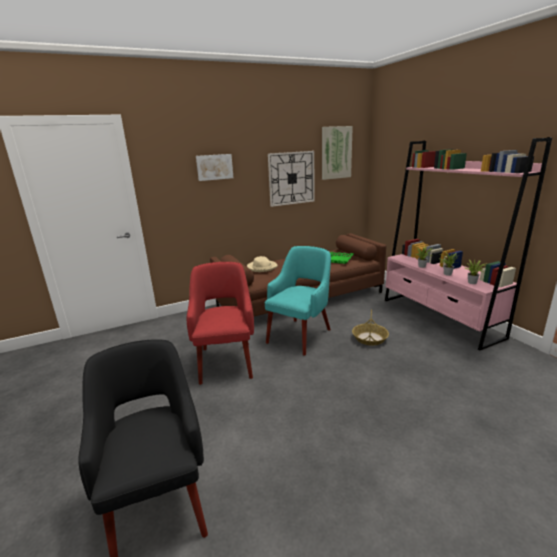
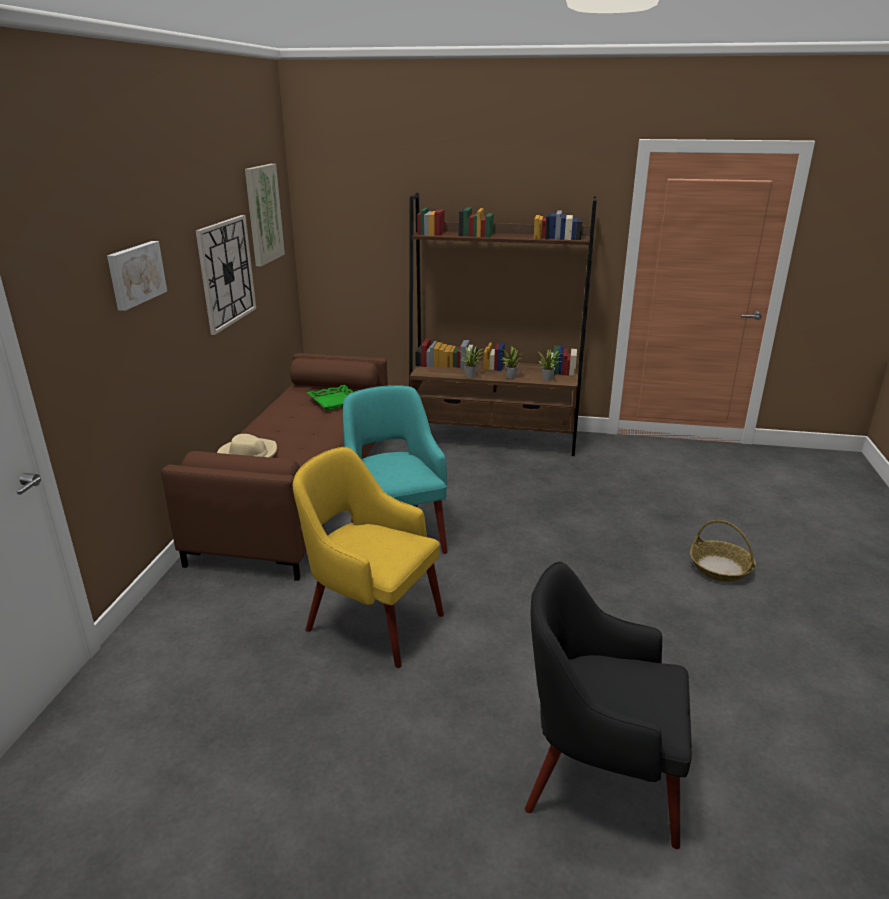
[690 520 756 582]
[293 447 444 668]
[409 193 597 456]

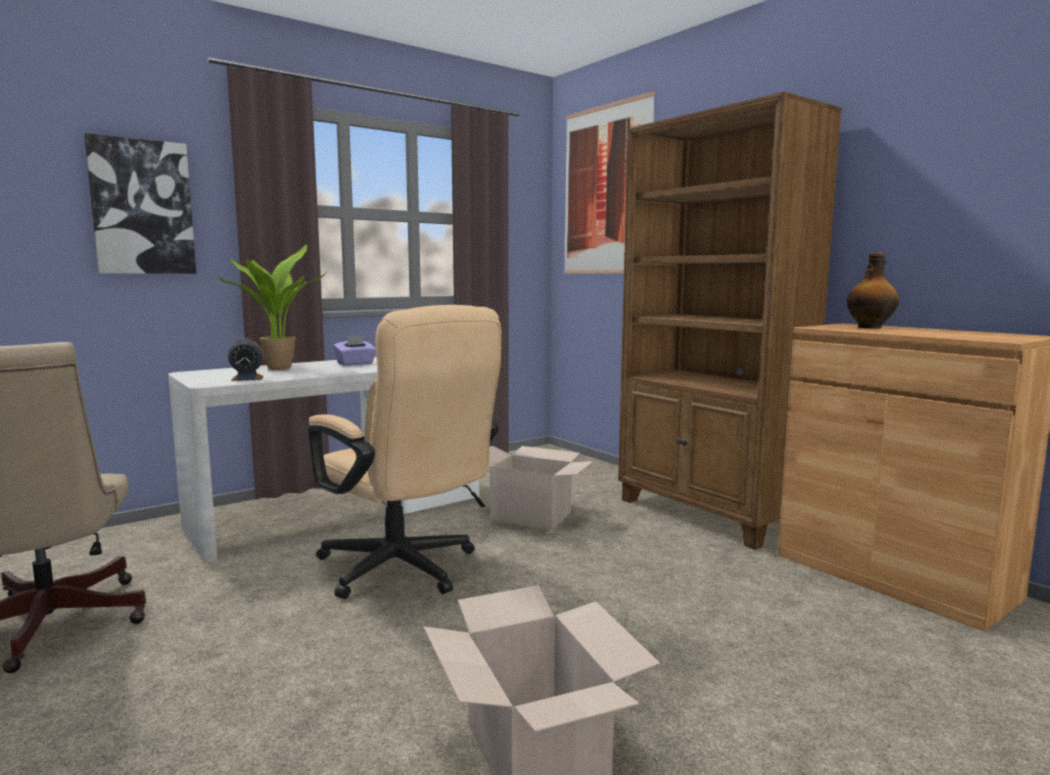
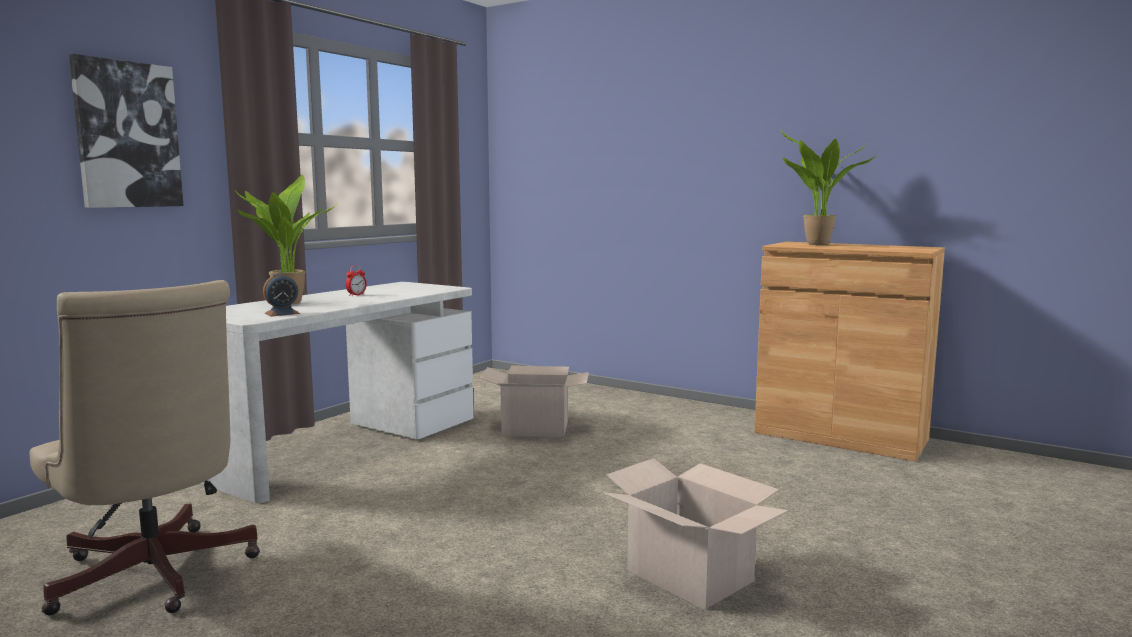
[308 305 501 599] (first image)
[564 92 655 273] (first image)
[618 92 842 550] (first image)
[346 266 367 296]
[779 128 876 245]

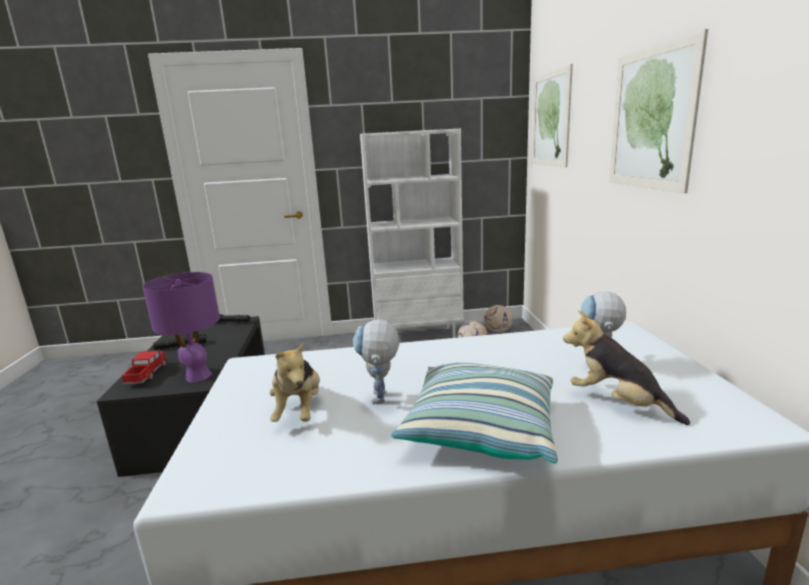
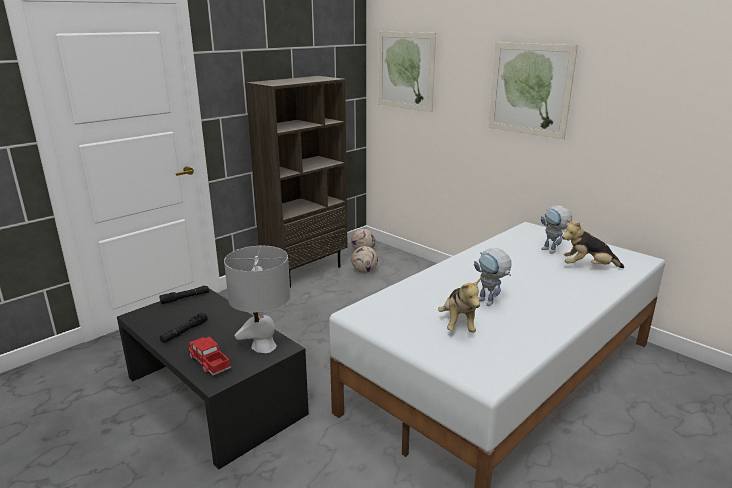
[391 363 558 463] (first image)
[224 246 290 353]
[245 76 348 288]
[438 279 480 333]

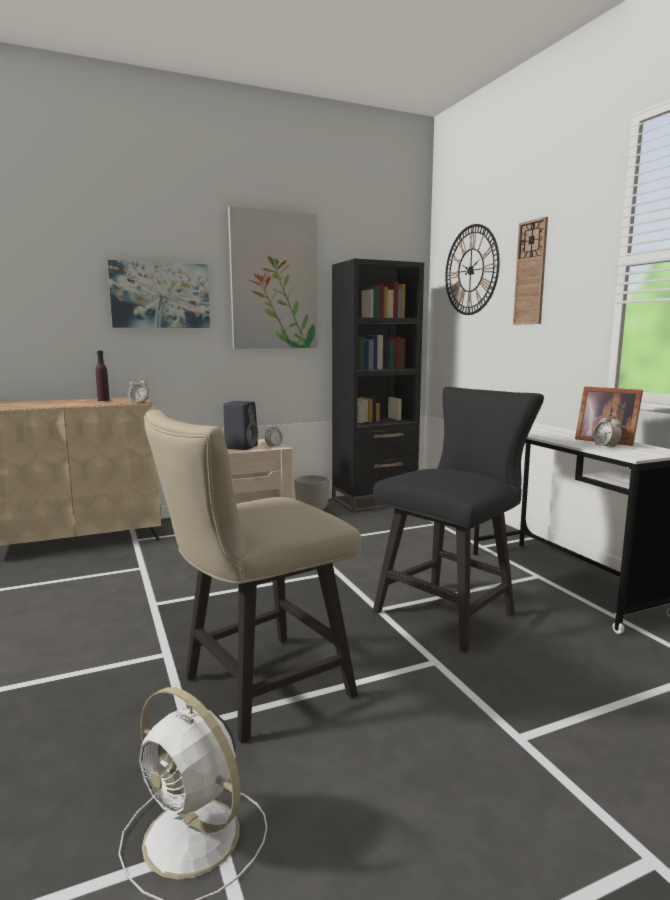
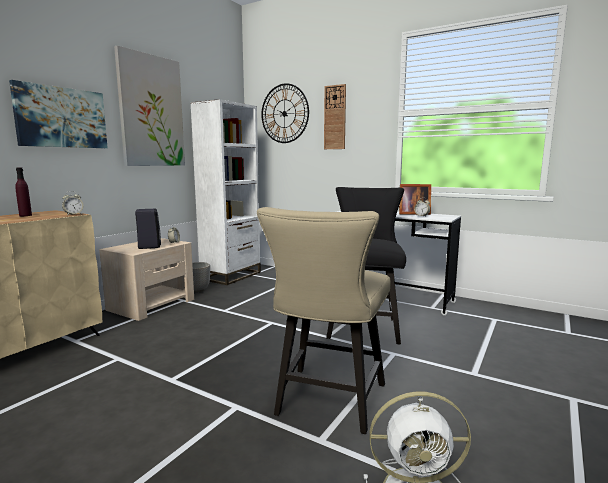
[190 99 261 285]

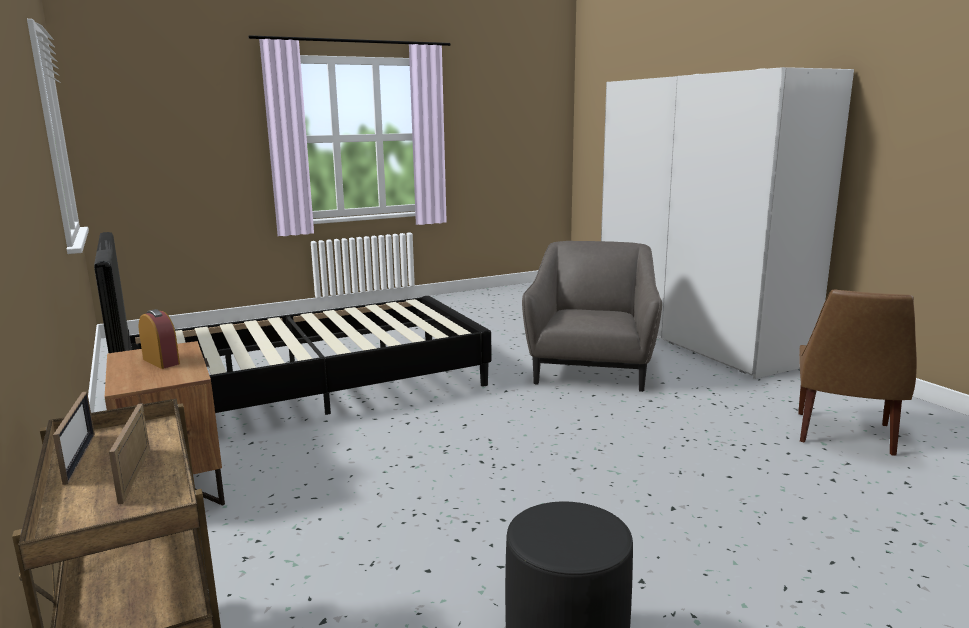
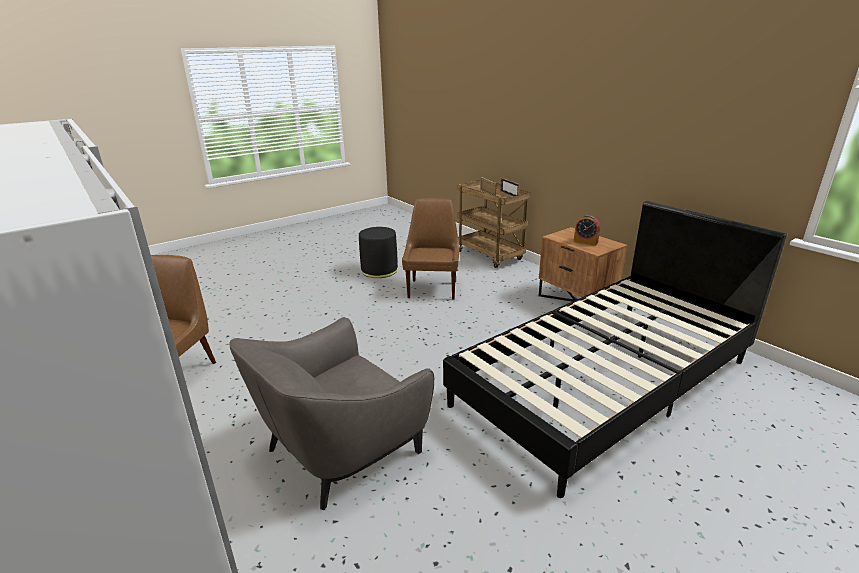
[402 198 459 300]
[230 317 434 510]

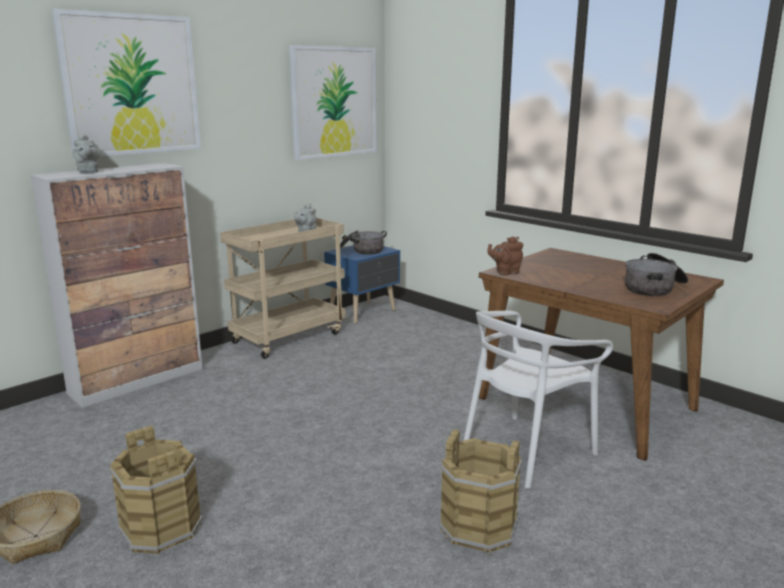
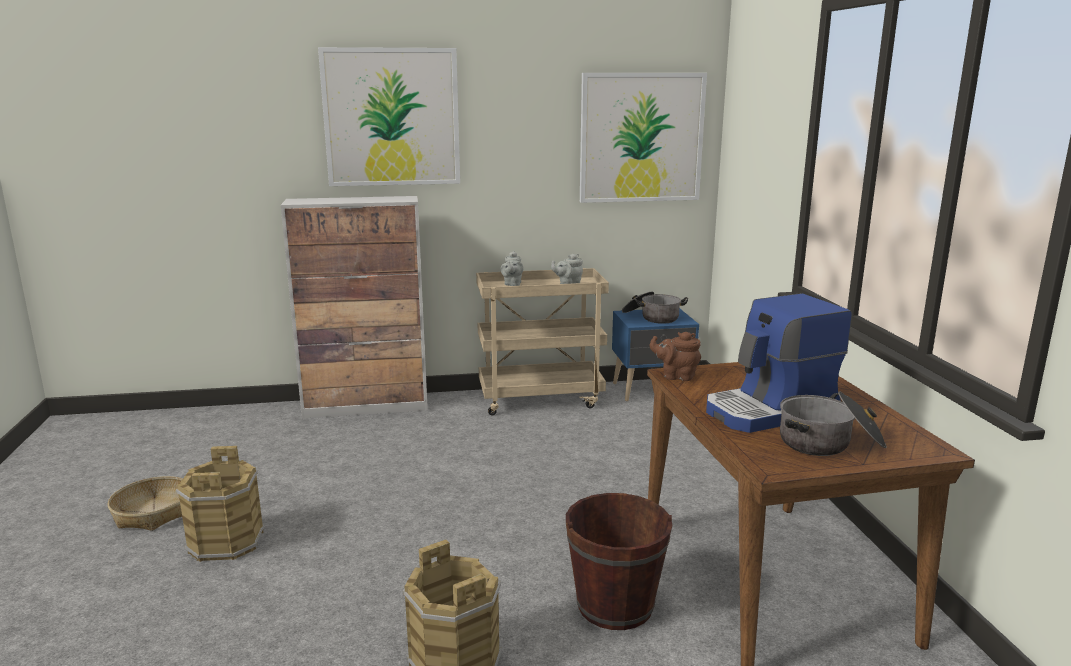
[706 293 852 433]
[500 251 524 286]
[566 493 672 630]

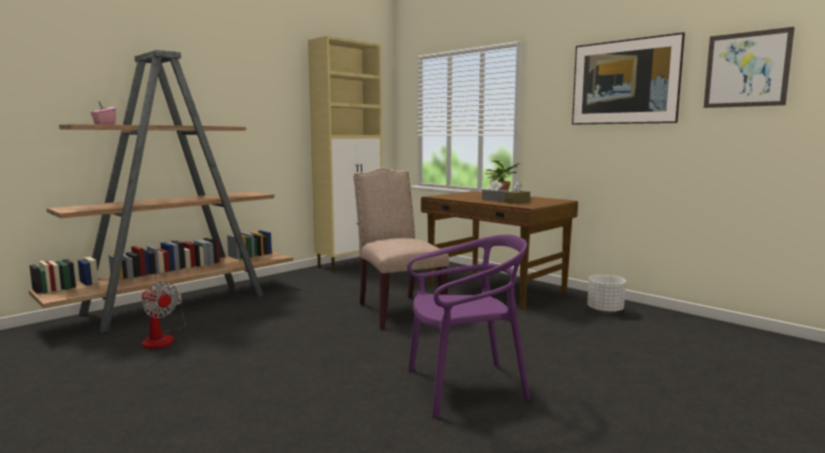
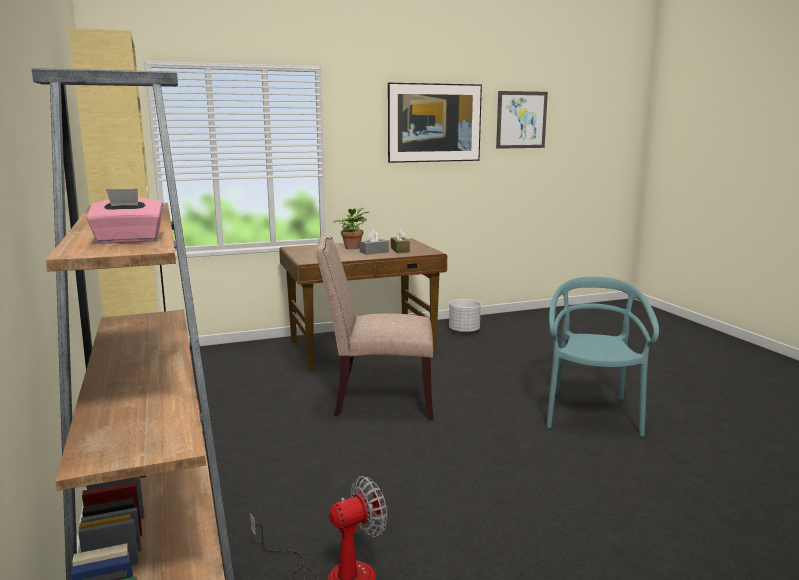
[546 277 659 437]

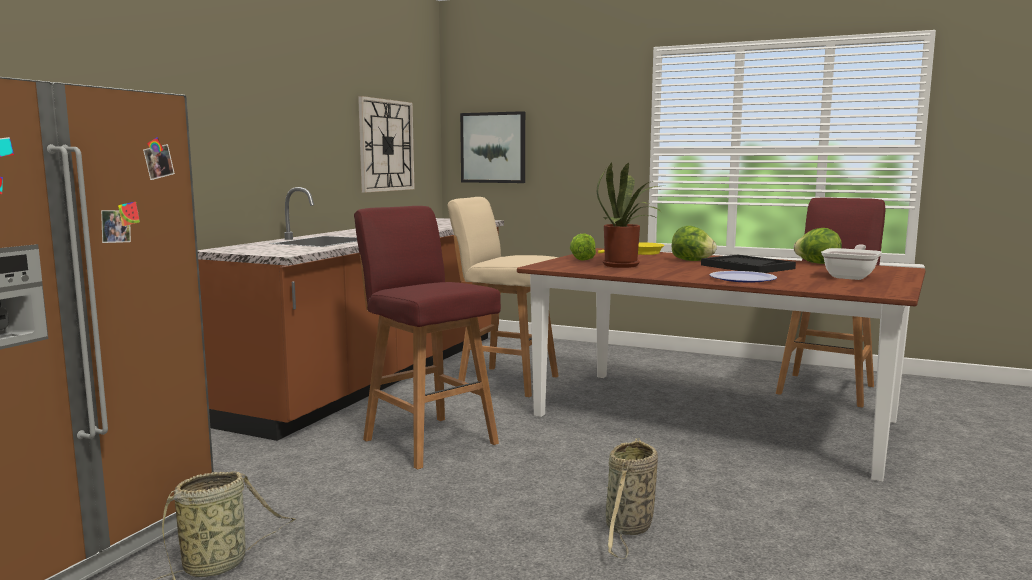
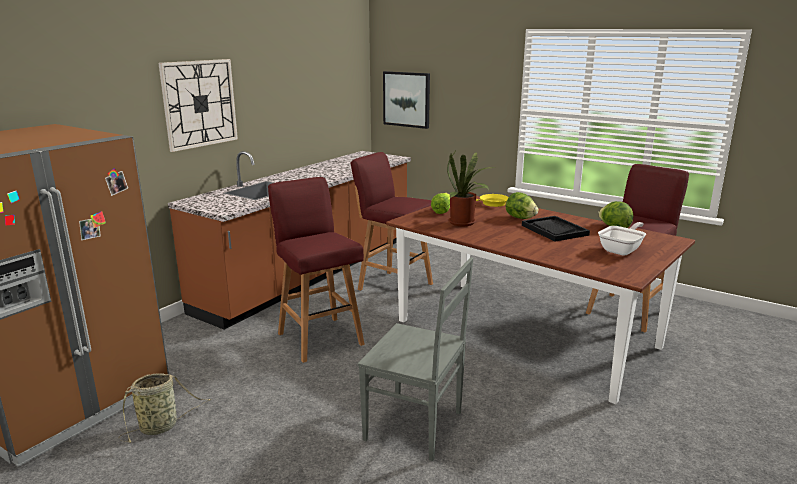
[710 271 777 283] (first image)
[158 59 238 152]
[358 257 473 461]
[351 152 433 291]

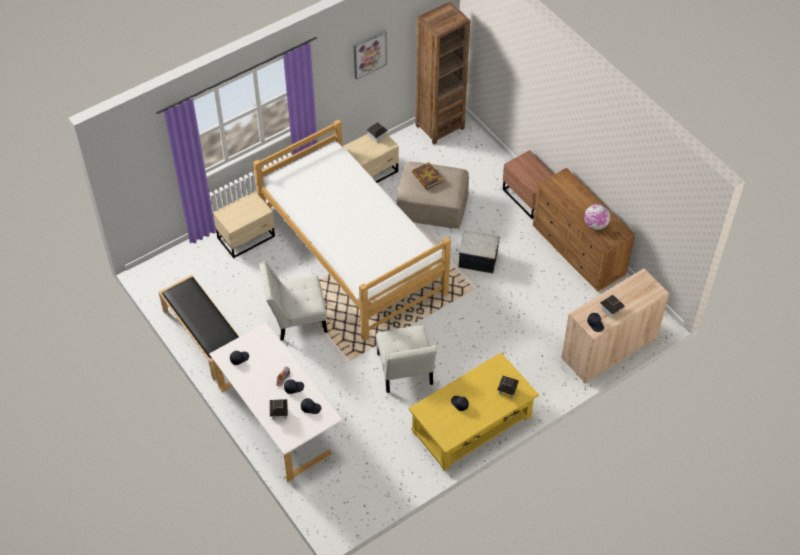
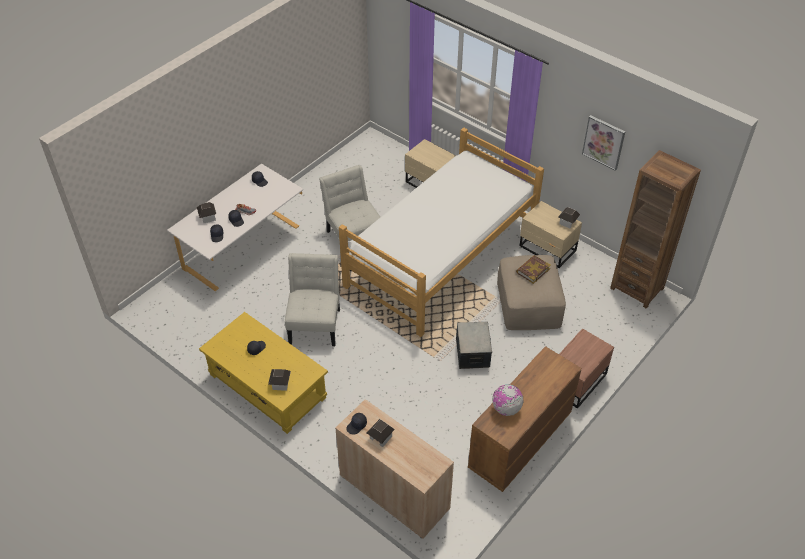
[159 275 239 380] (first image)
[285 253 340 346]

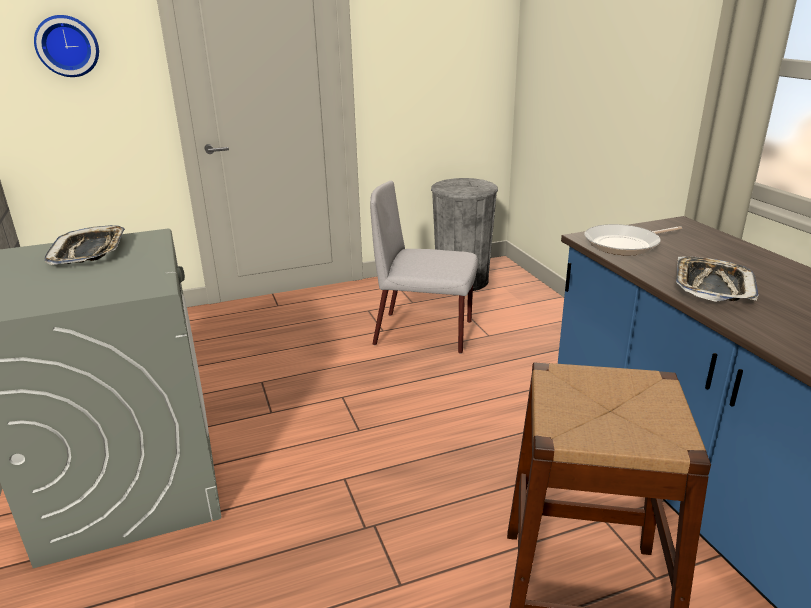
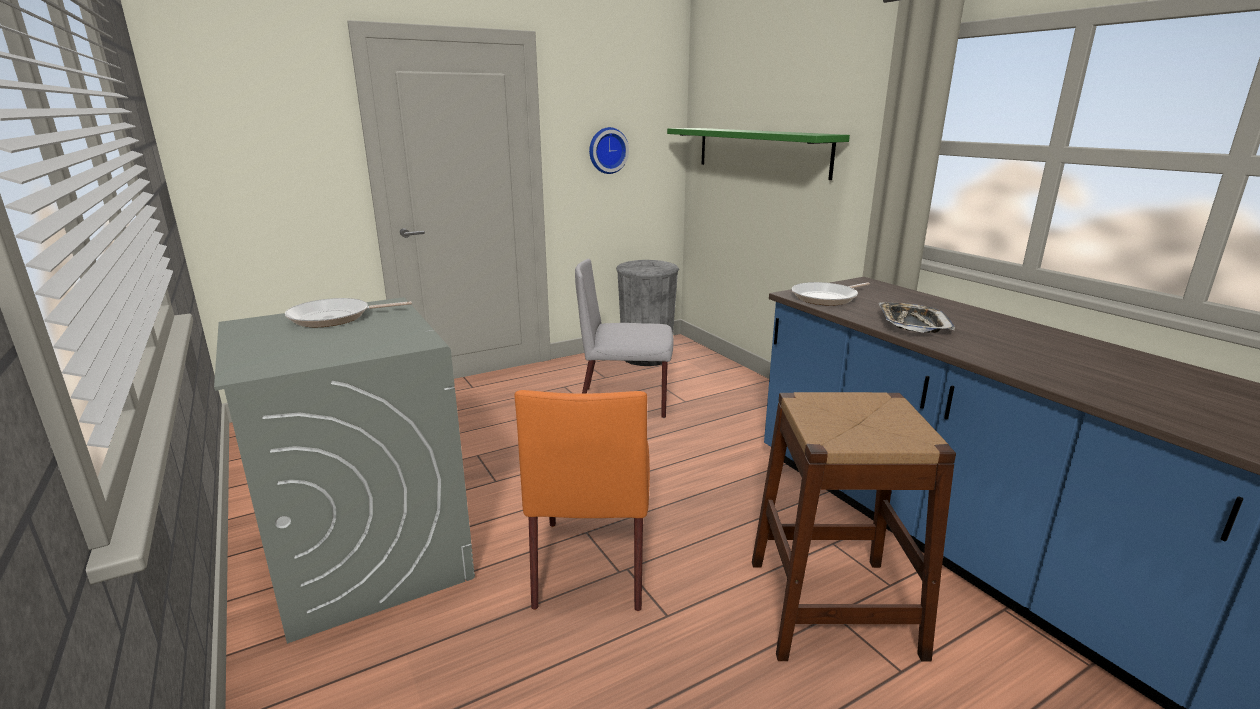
[515 390 650 611]
[667 128 850 180]
[589 127 629 174]
[285 298 412 327]

